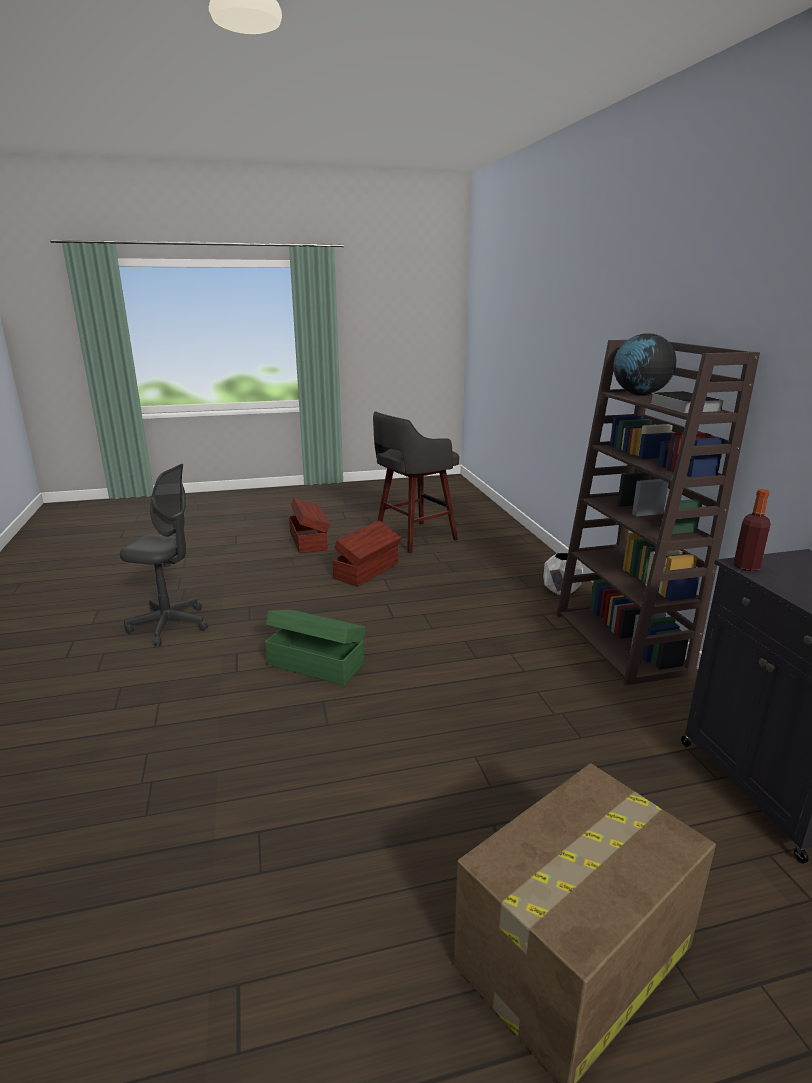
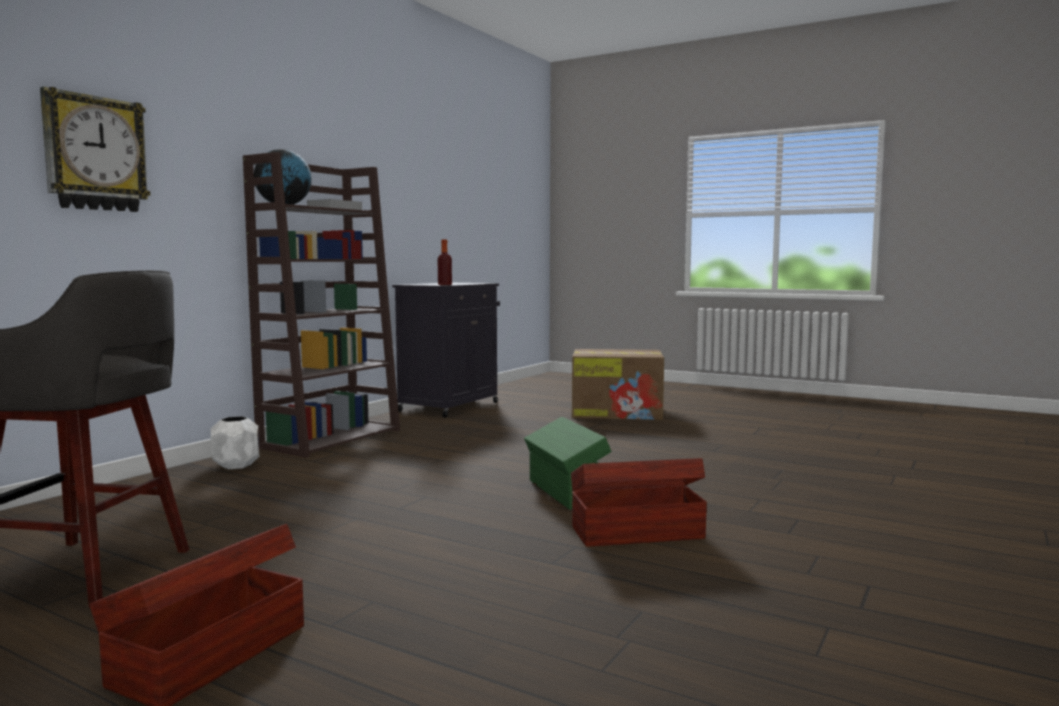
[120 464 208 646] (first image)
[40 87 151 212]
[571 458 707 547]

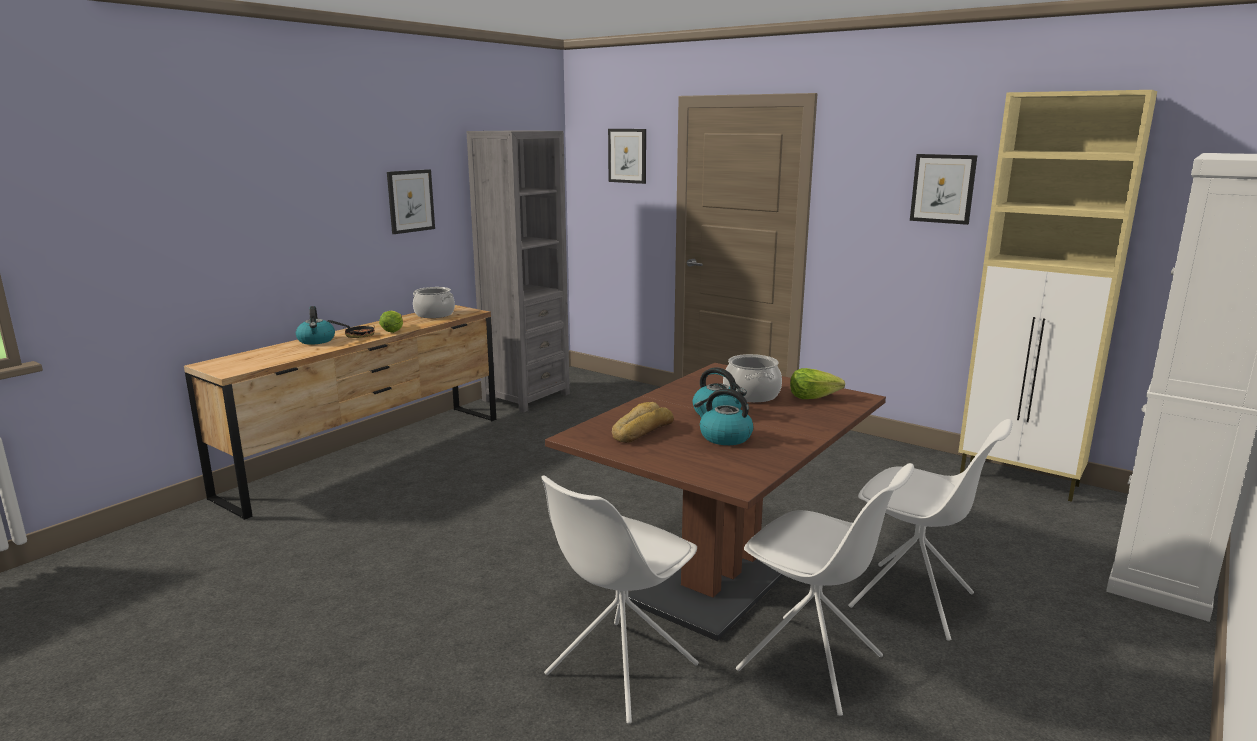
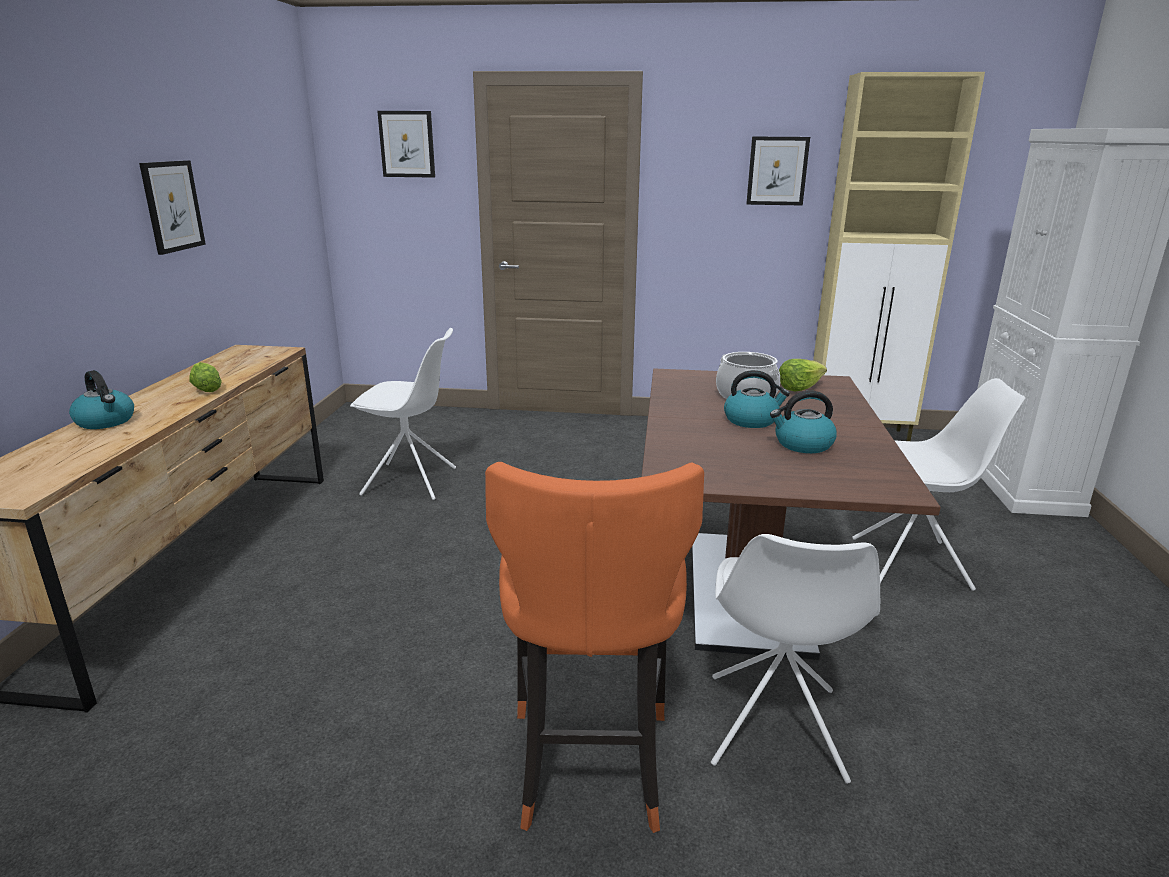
[327 320 375 338] (first image)
[413 287 455 318] (first image)
[467 130 570 413] (first image)
[612 402 674 443] (first image)
[485 462 704 833]
[350 328 456 500]

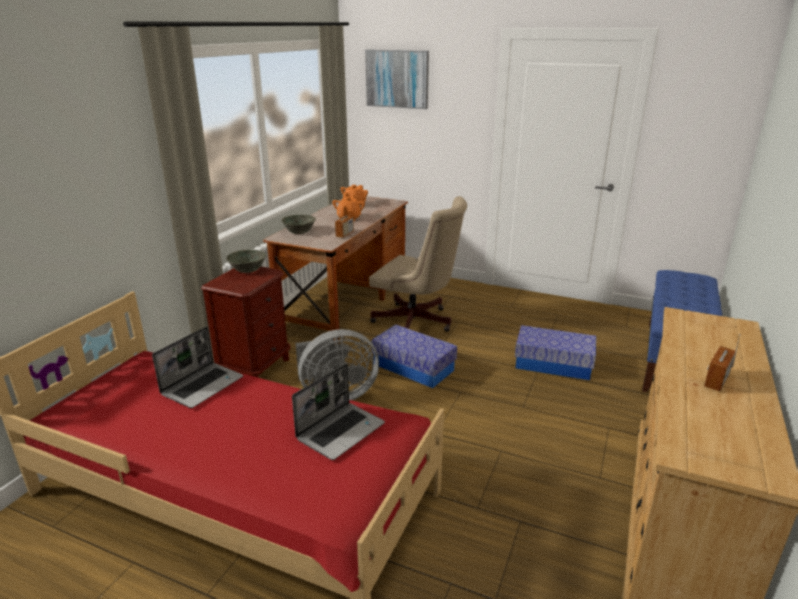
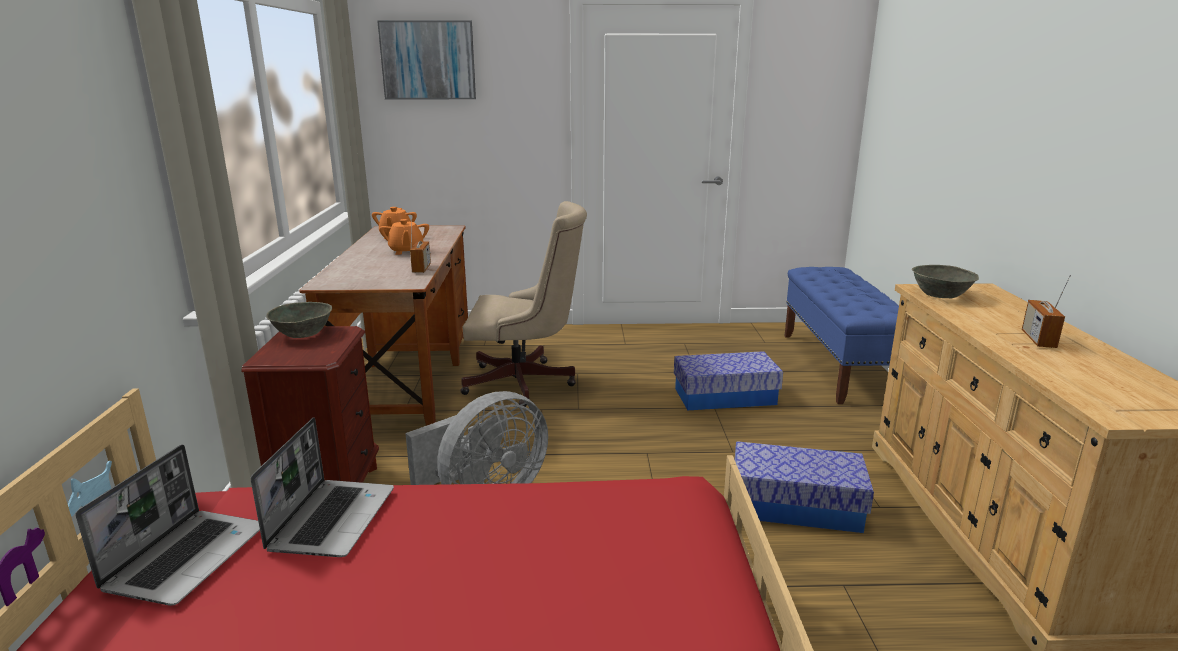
[912 265 979 298]
[76 444 260 606]
[735 441 874 533]

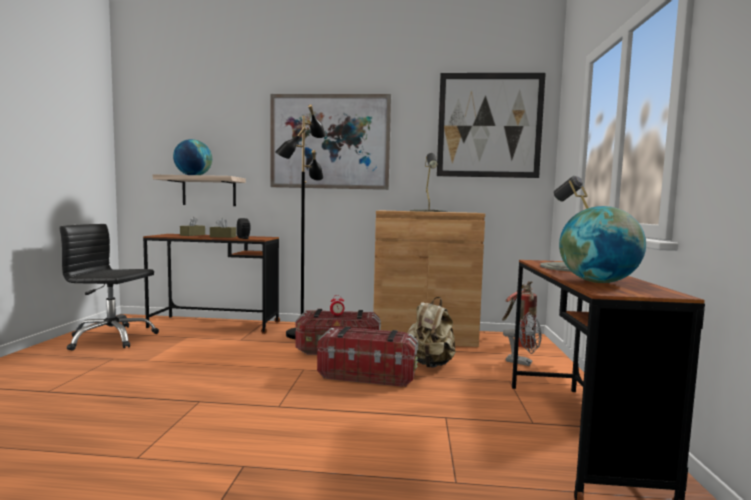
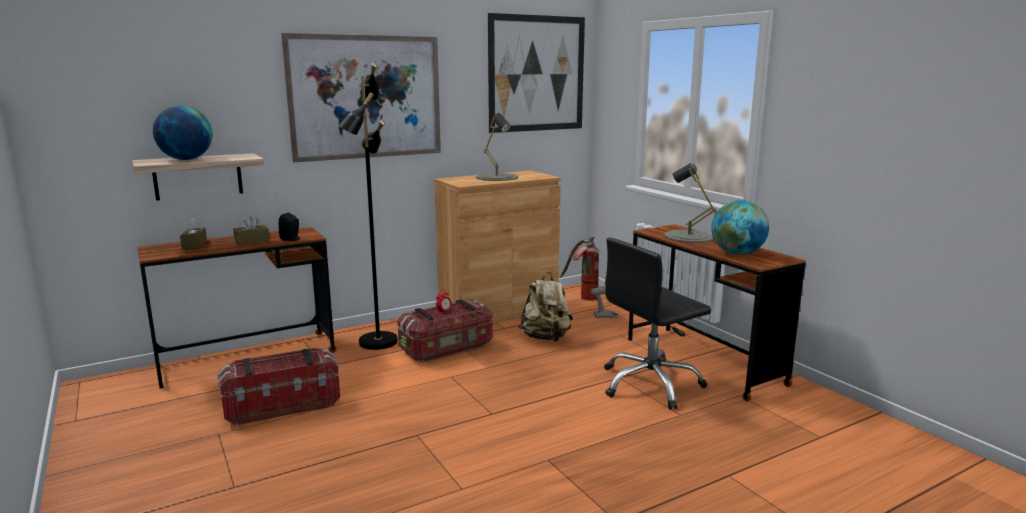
[604 238 711 409]
[217 348 340 426]

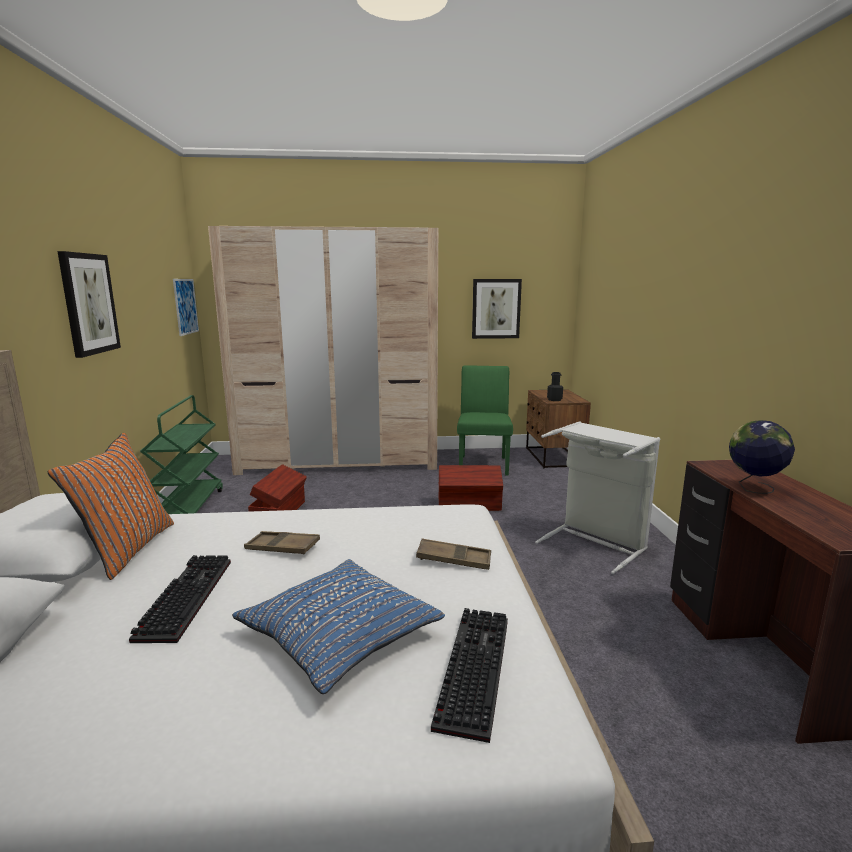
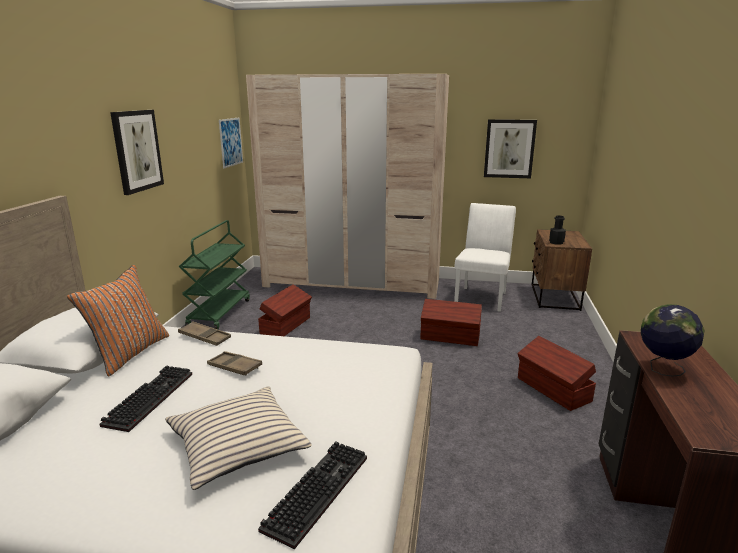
[178 321 231 346]
[518 336 596 411]
[165 386 312 490]
[454 203 516 312]

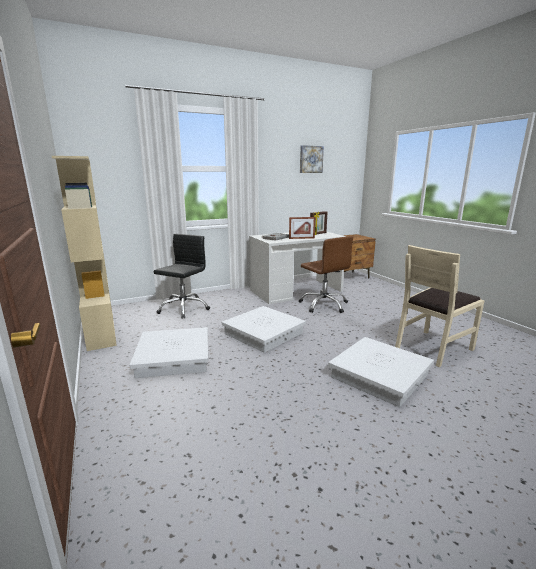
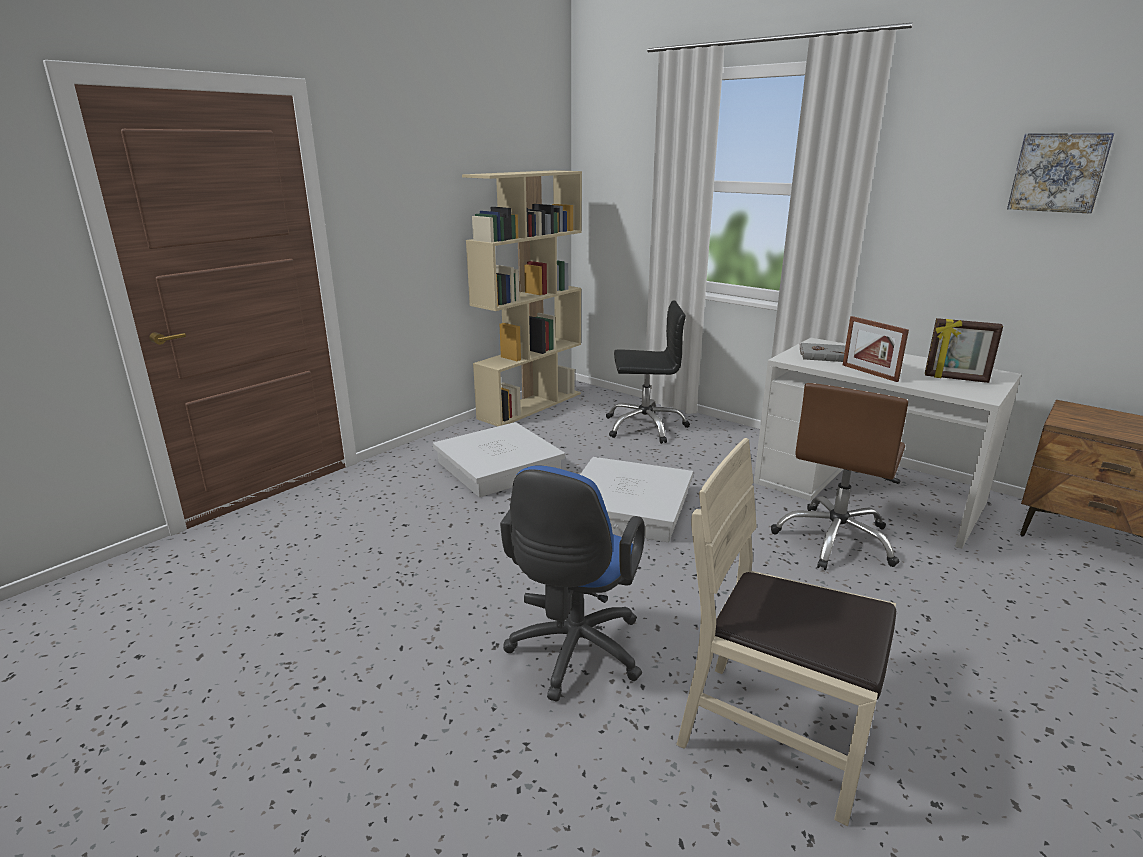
[500 466 645 701]

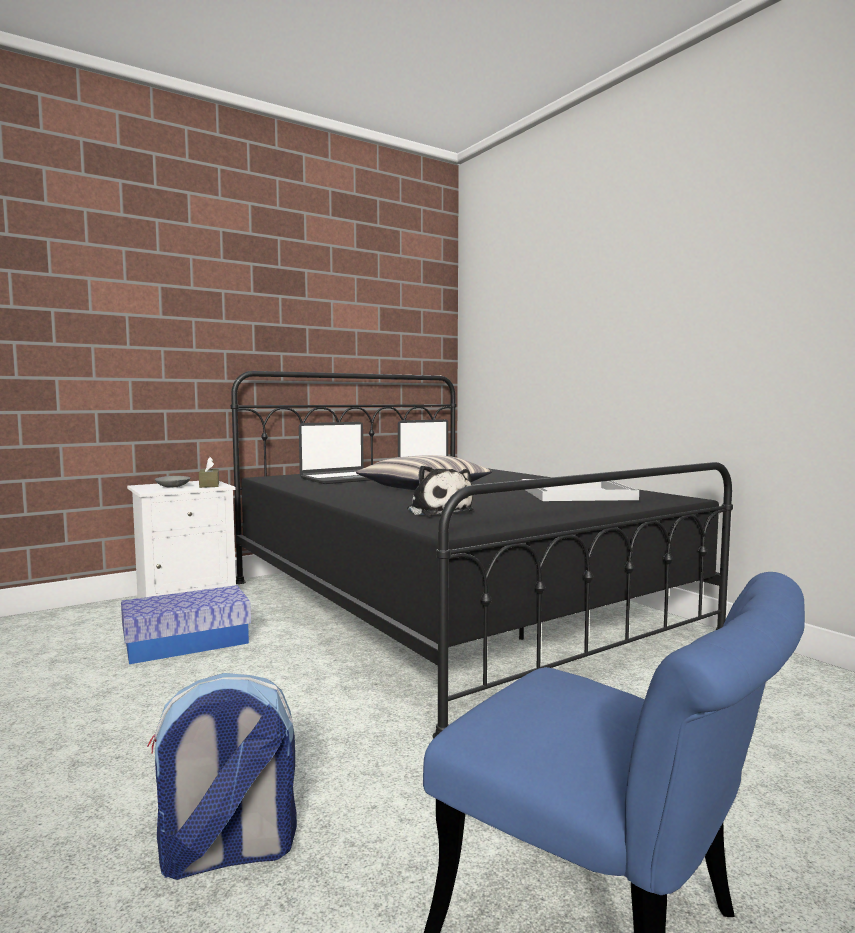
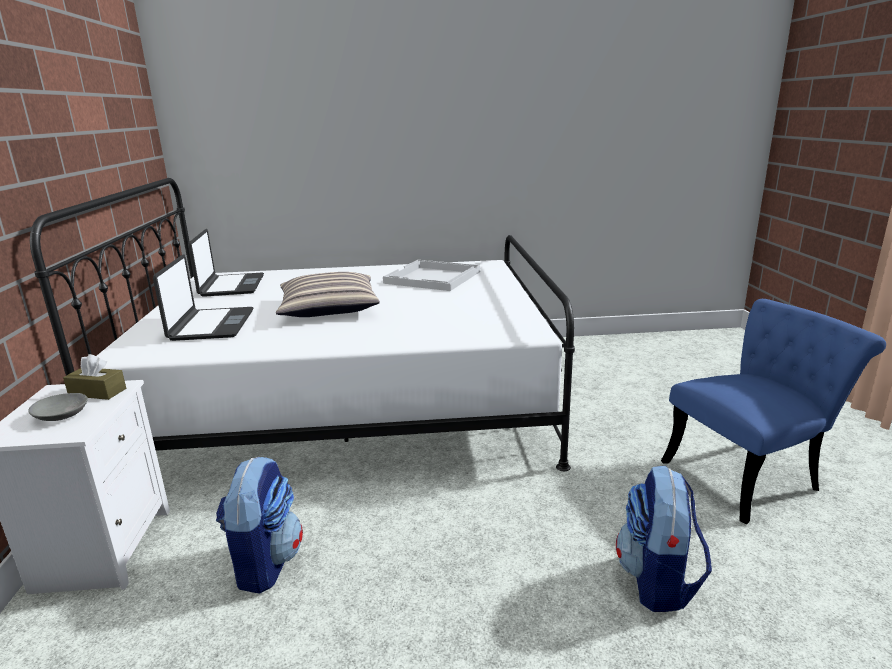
[407 465 474 516] (first image)
[216 457 303 594]
[30 178 575 471]

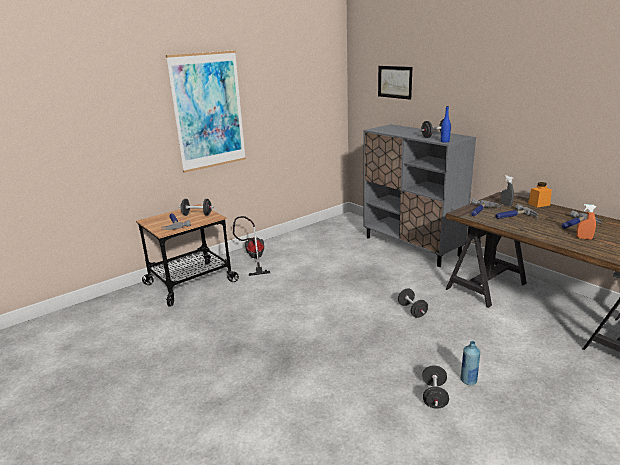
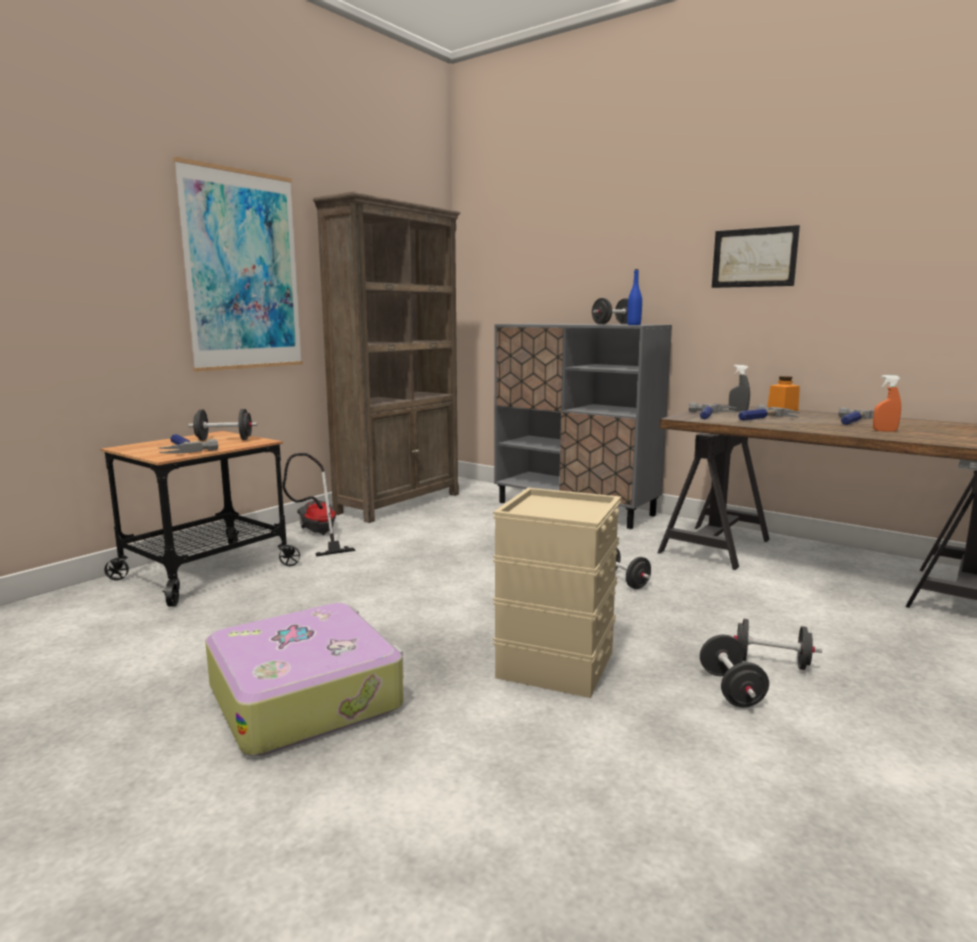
[205 603 404 756]
[313 191 461 523]
[493 488 621 698]
[712 225 800 288]
[729 619 822 670]

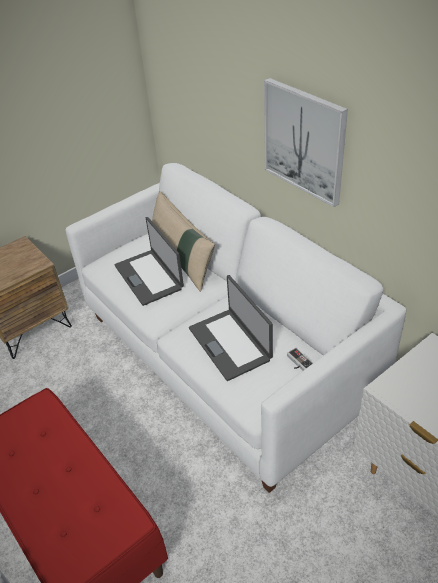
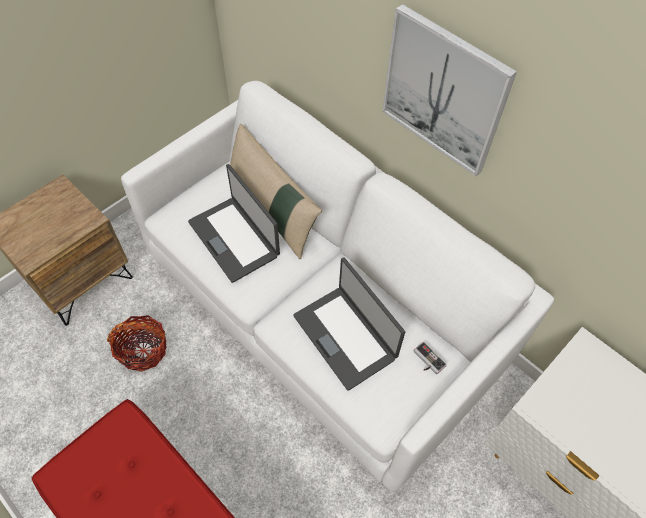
[107 315 166 372]

